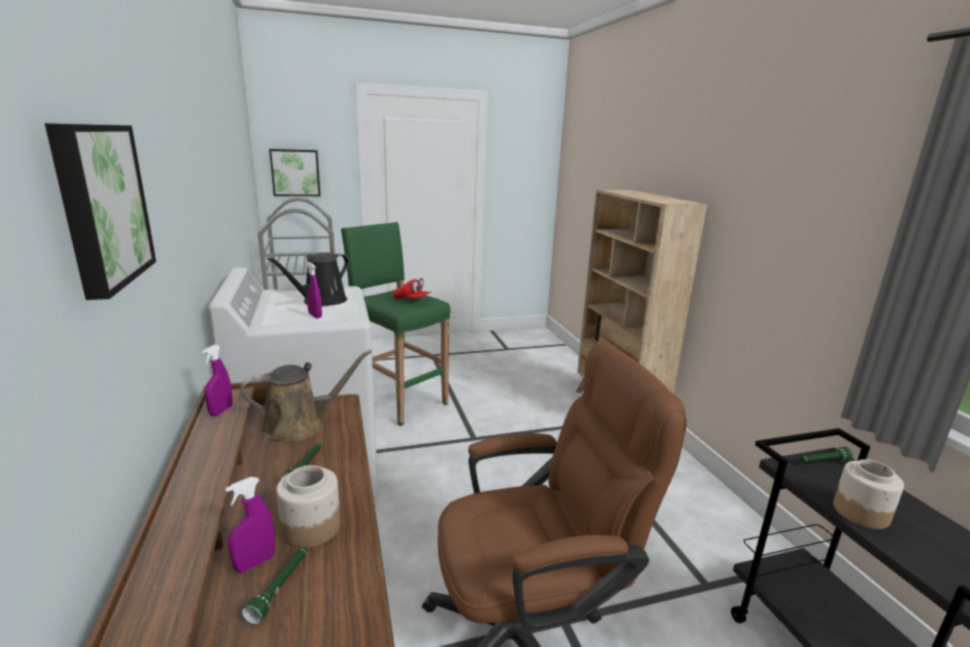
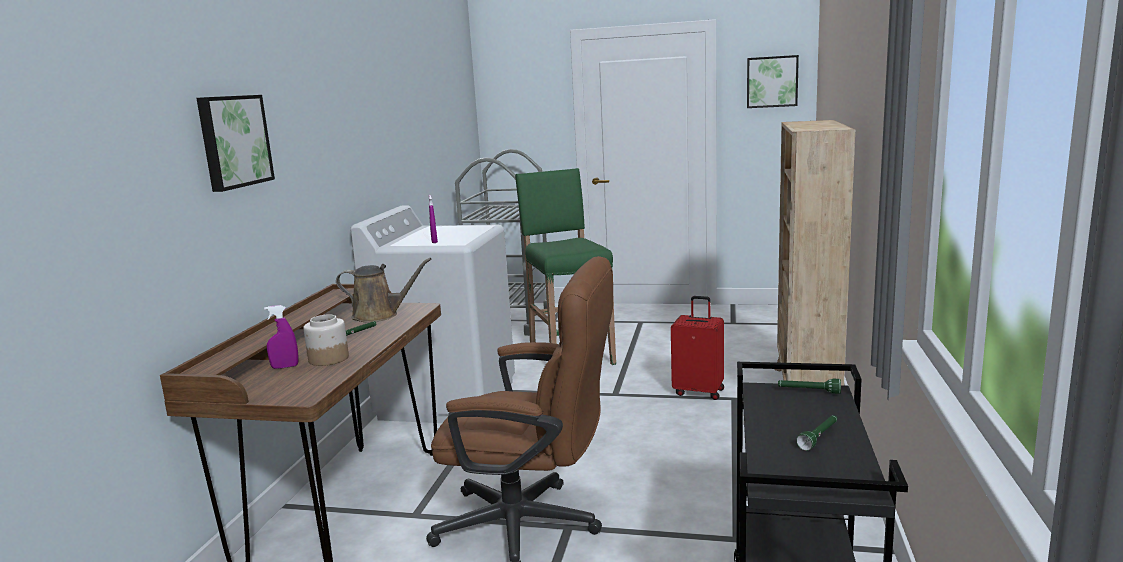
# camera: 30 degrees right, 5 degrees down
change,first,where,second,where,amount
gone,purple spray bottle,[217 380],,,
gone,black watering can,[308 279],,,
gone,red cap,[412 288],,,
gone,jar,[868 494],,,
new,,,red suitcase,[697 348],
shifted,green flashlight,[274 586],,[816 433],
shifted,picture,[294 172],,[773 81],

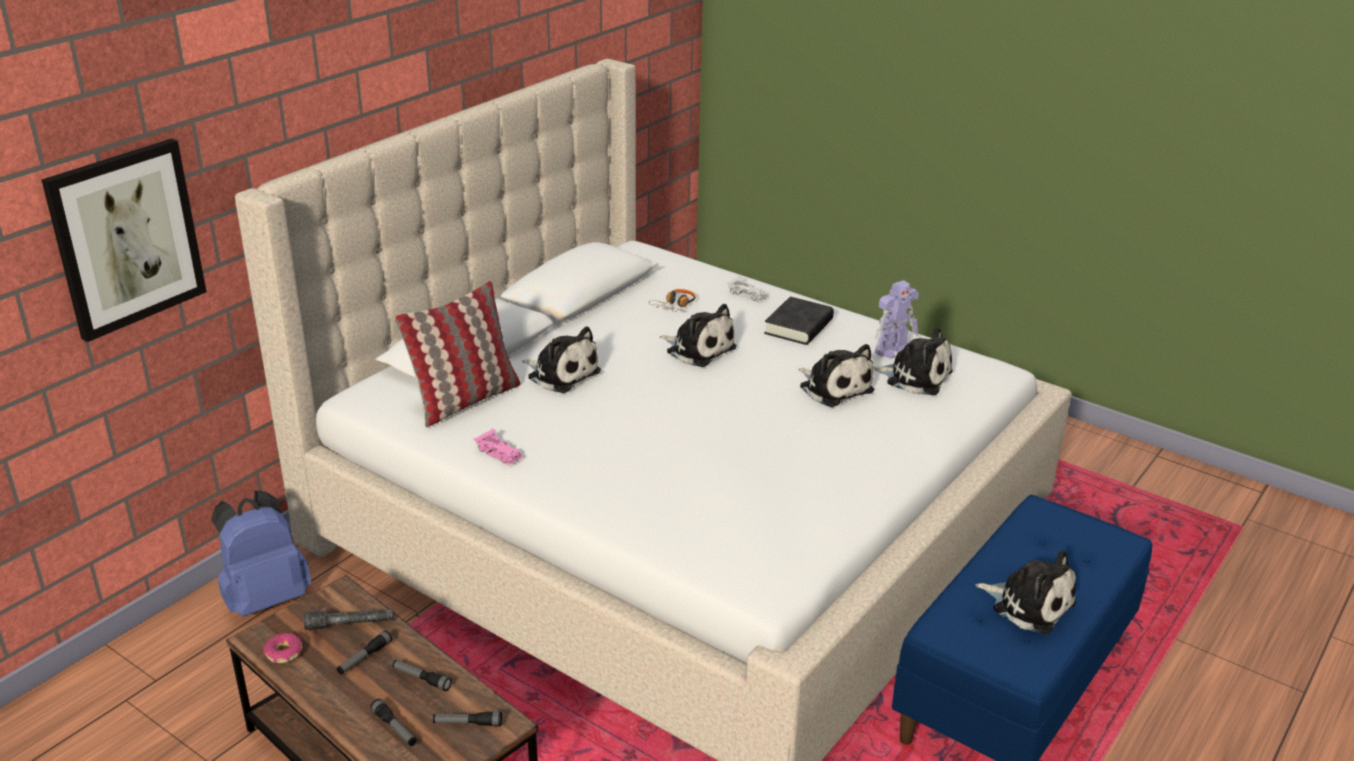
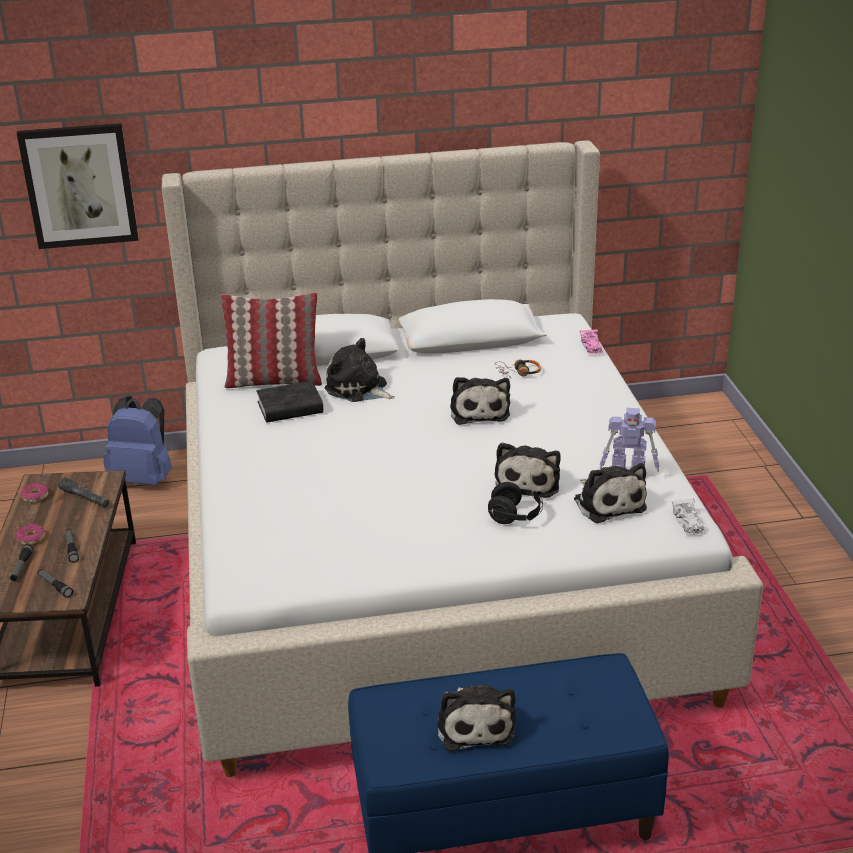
# camera: 45 degrees right, 0 degrees up
change,first,where,second,where,amount
gone,flashlight,[364 652],,,
new,,,donut,[30 534],
new,,,black headphones,[515 503],
shifted,pink toy car,[499 447],,[591 341],
shifted,white toy car,[747 289],,[688 516],
shifted,black book,[799 321],,[290 402],
rotated,plush toy,[561 359],,[360 370],135 degrees clockwise

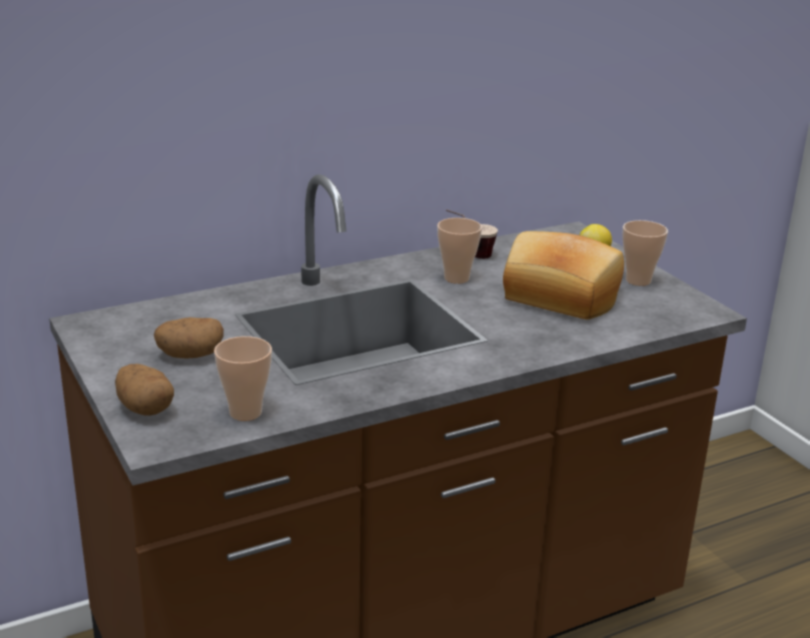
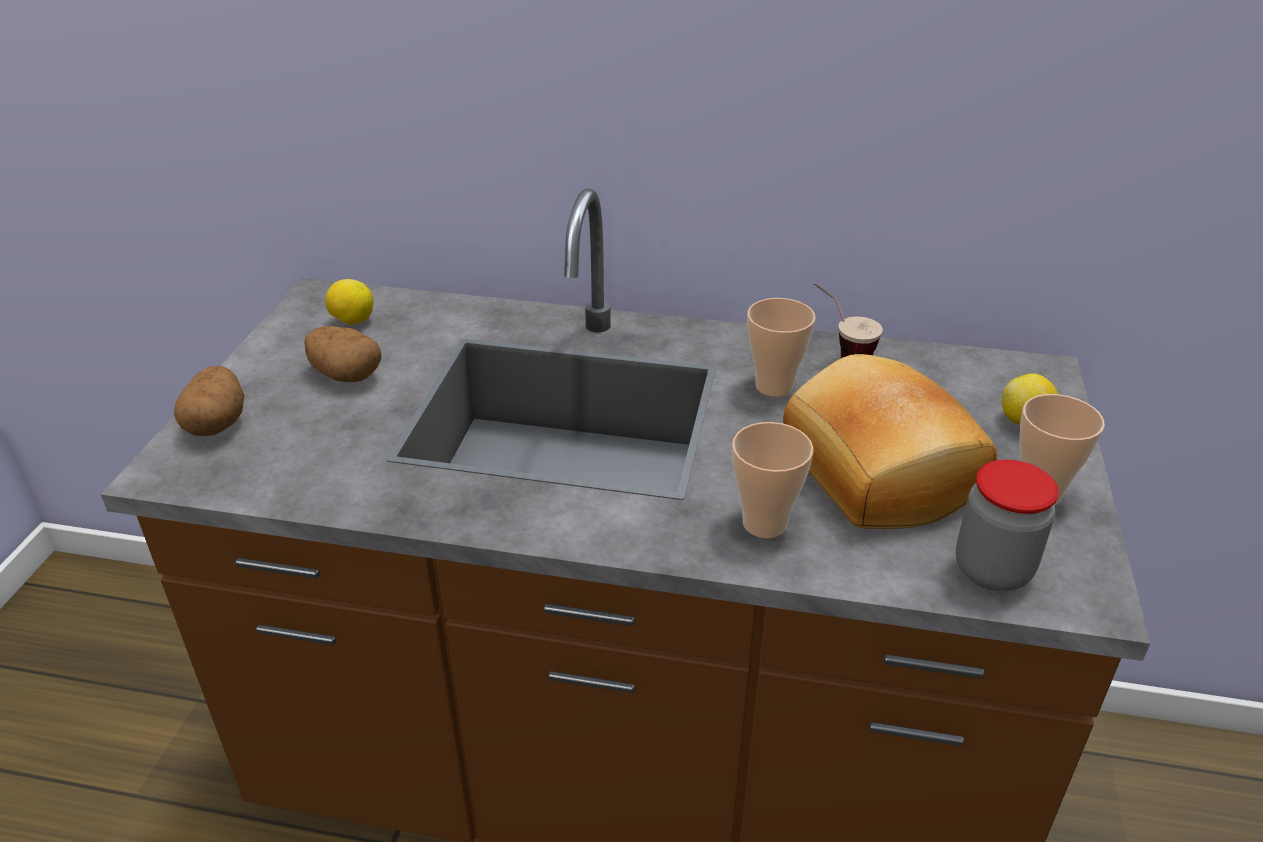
# camera: 40 degrees right, 10 degrees up
change,first,where,second,where,amount
new,,,lemon,[349 302],
new,,,jar,[1007 525],
shifted,cup,[243 378],,[773 480],

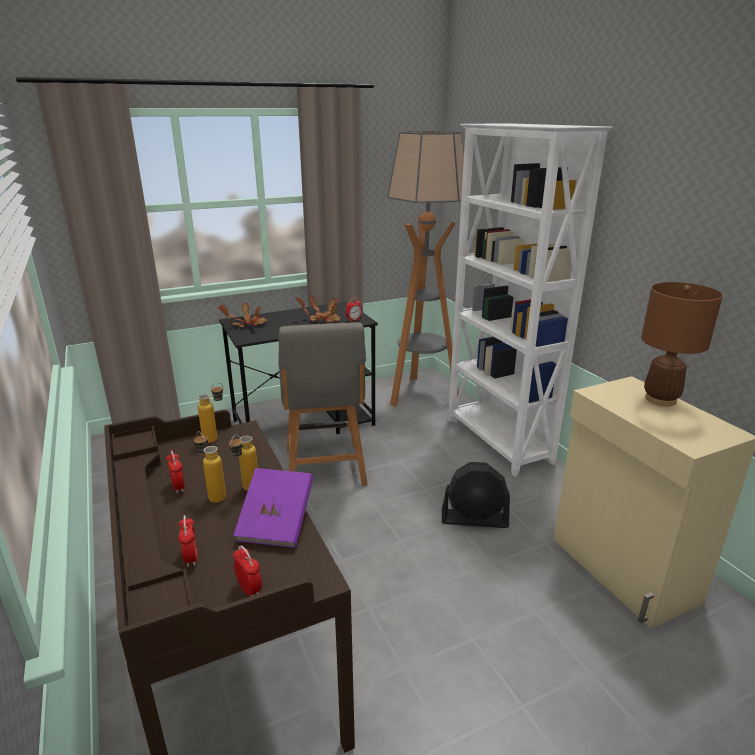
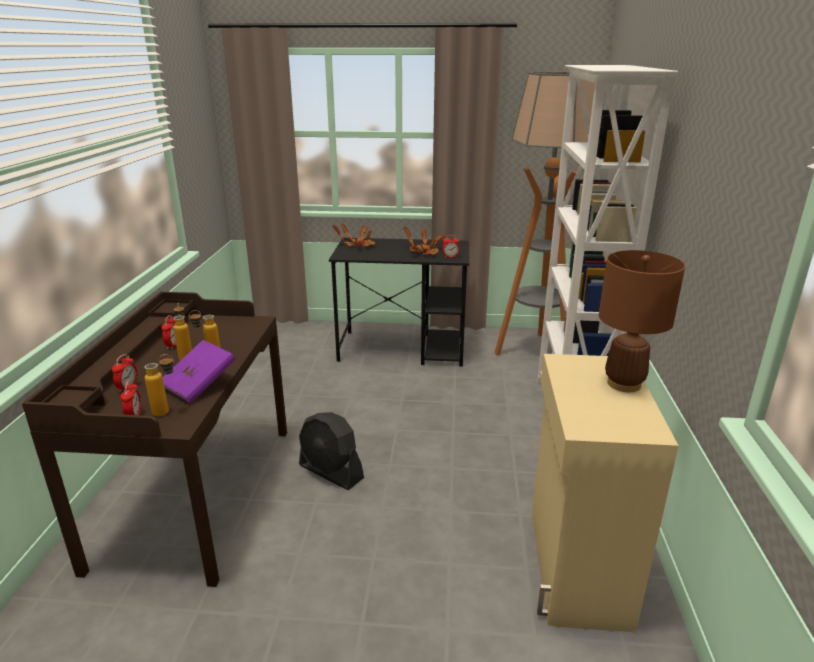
# camera: 30 degrees right, 0 degrees up
change,first,where,second,where,amount
gone,grey chair,[323 404],,,
shifted,bottle,[210 413],,[159 385],
shifted,black fan,[476 495],,[331 451],

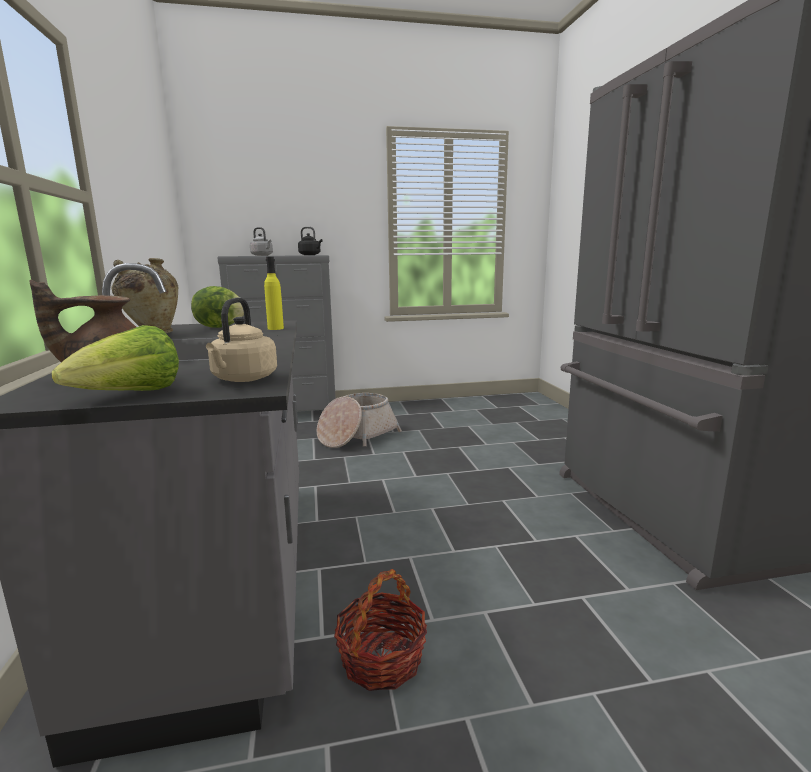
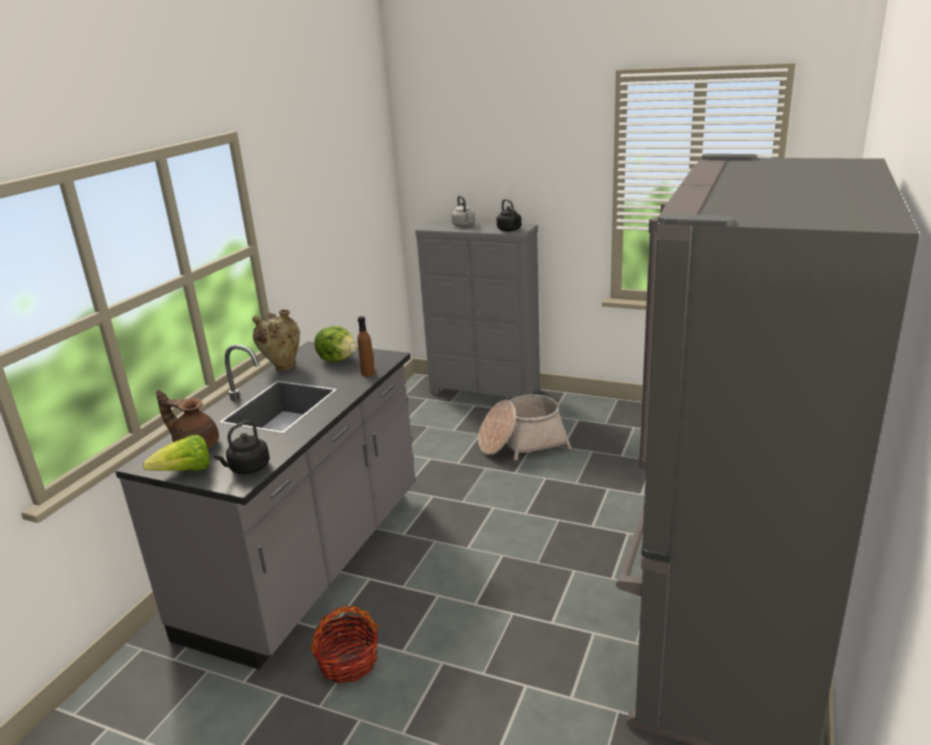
# camera: 35 degrees right, 10 degrees up
change,first,where,second,where,amount
repainted,beige kettle,[241 340],black kettle,[242 447],
repainted,yellow bottle,[274 293],brown bottle,[366 346],

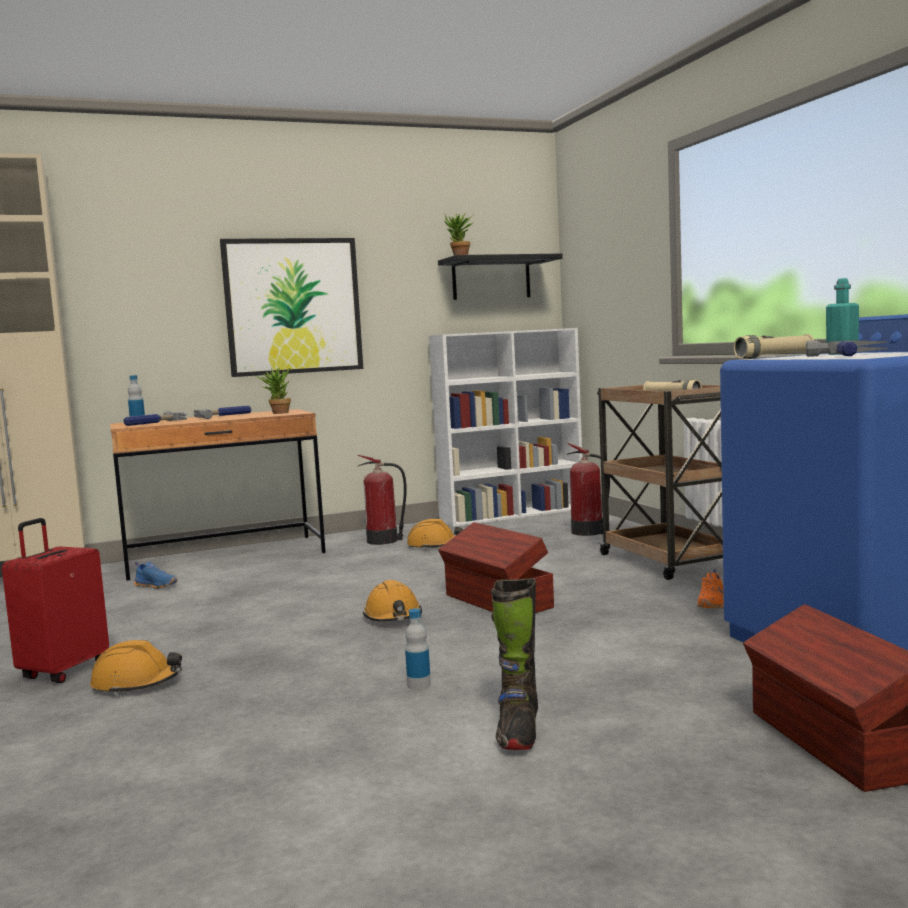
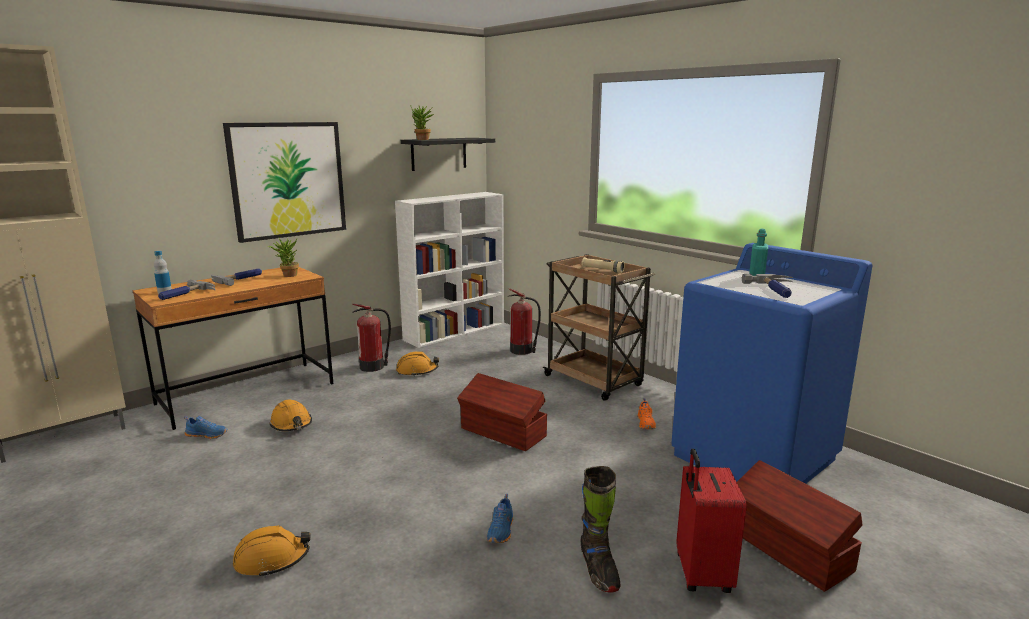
# camera: 20 degrees left, 10 degrees up
change,first,where,second,where,amount
gone,beige flashlight,[774 346],,,
shifted,red suitcase,[55 600],,[711 520],
shifted,orange hard hat,[392 601],,[290 415],
swapped,bottle,[418 649],blue shoe,[500 518],

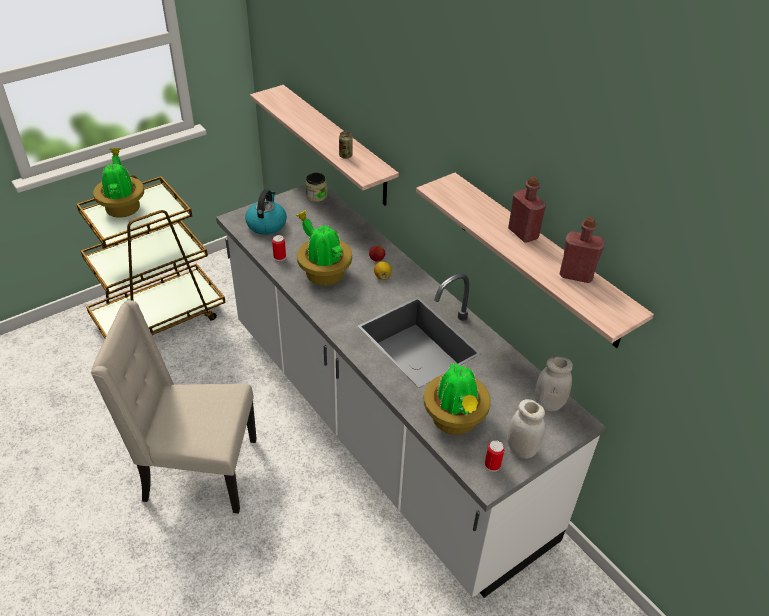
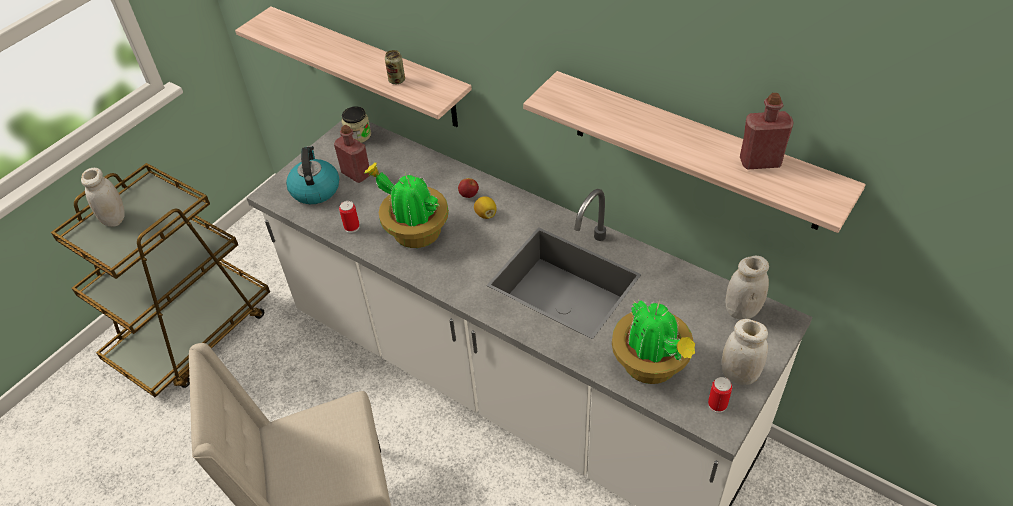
# camera: 15 degrees left, 5 degrees up
change,first,where,second,where,amount
shifted,red bottle,[527 210],,[352 154],
swapped,potted plant,[118 183],white jar,[103 197],

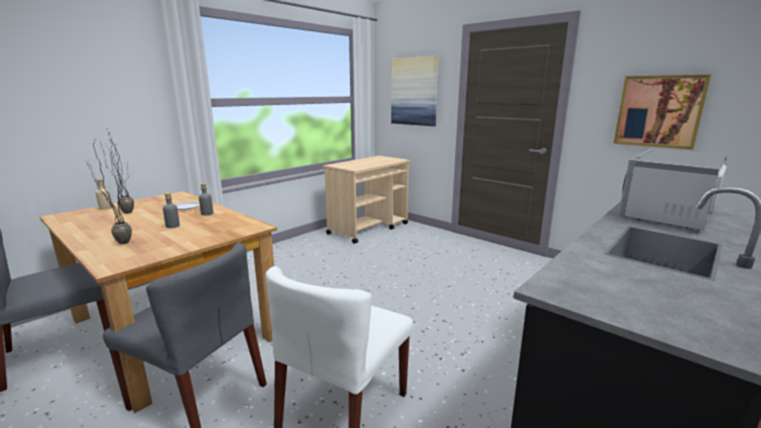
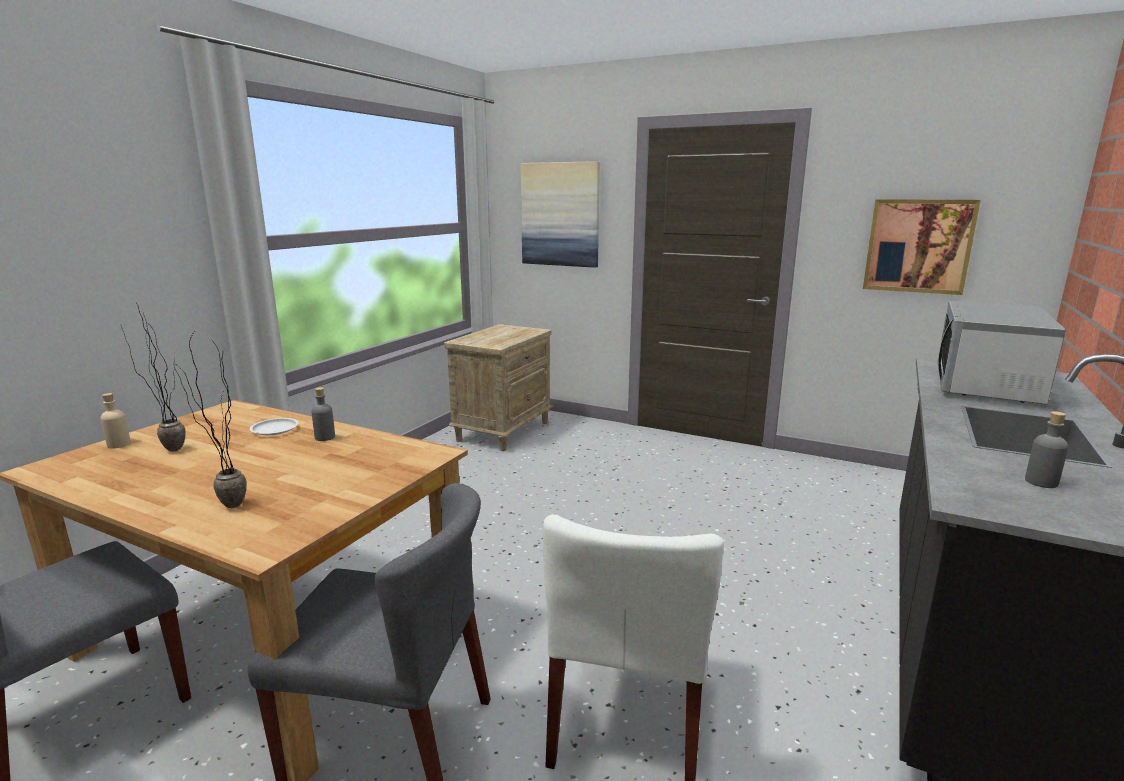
# camera: 15 degrees left, 0 degrees up
change,first,where,second,where,amount
shifted,grey bottle,[171 210],,[1046 449],
swapped,beige cart,[367 200],beige nightstand,[498 387],

